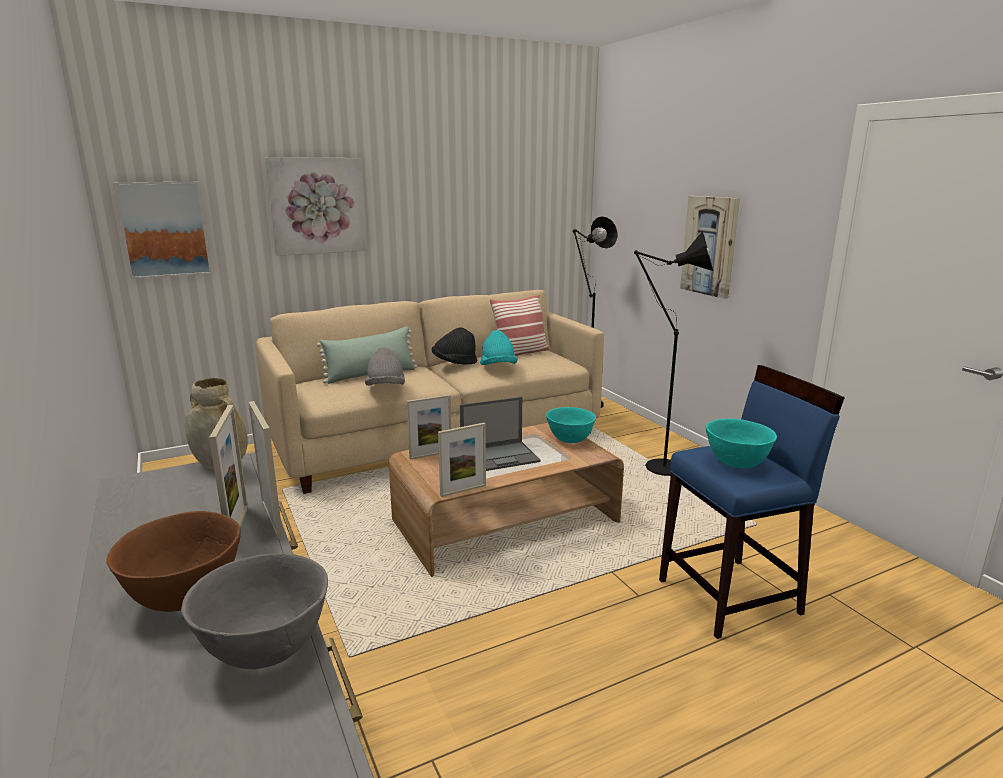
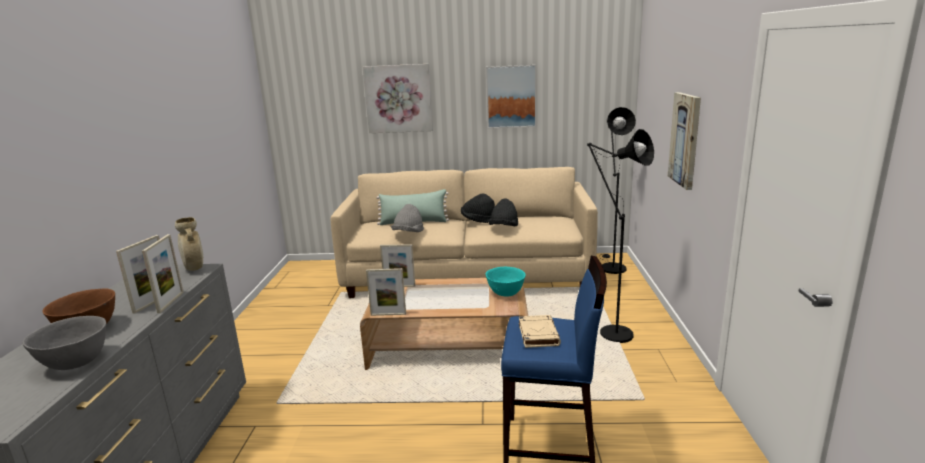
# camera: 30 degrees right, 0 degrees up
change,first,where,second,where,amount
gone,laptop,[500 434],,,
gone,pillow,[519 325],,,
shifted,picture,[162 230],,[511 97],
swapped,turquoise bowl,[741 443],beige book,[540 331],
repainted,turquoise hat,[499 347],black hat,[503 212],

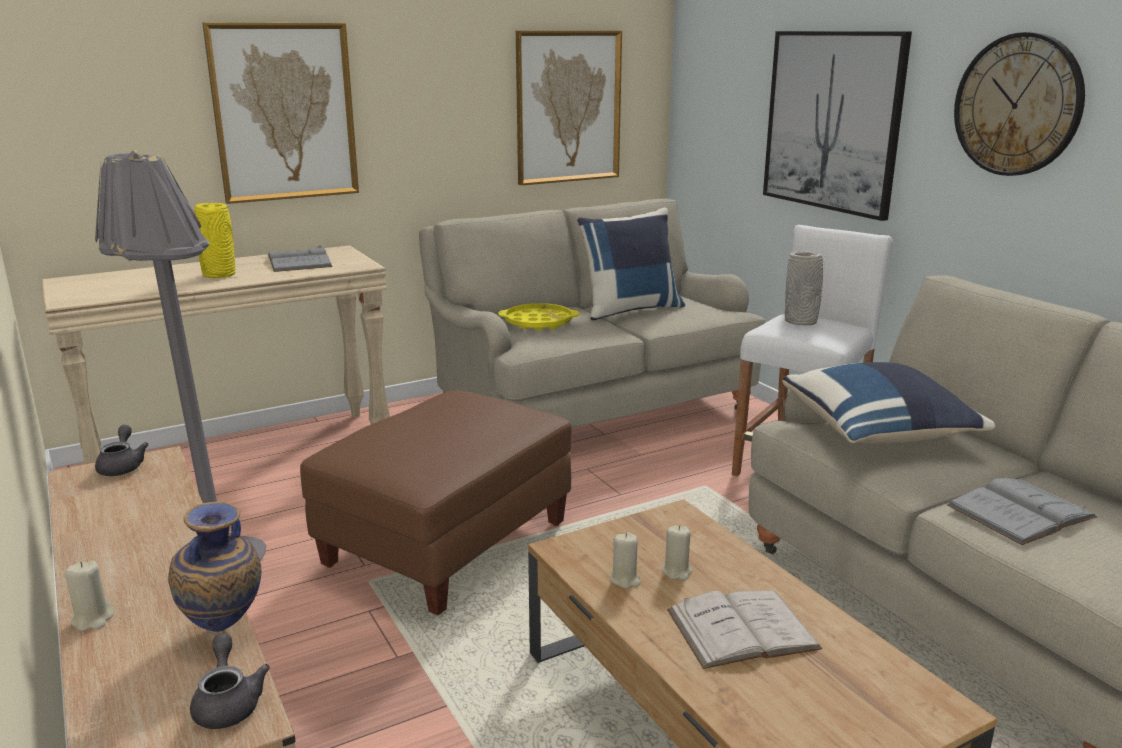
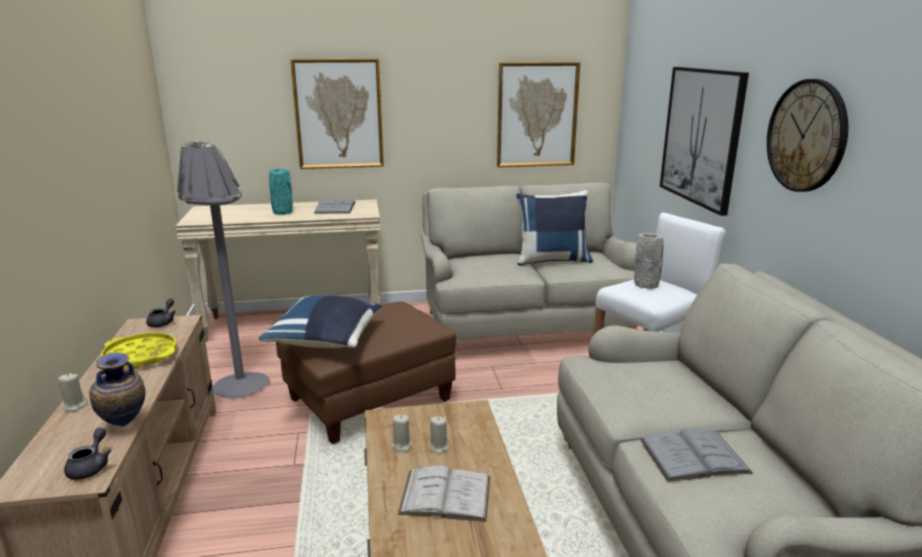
# camera: 20 degrees right, 0 degrees up
change,first,where,second,where,amount
shifted,yellow tray,[538 317],,[139 350],
shifted,blue pillow,[888 403],,[320 321],
repainted,yellow vase,[215 240],turquoise vase,[281 192],

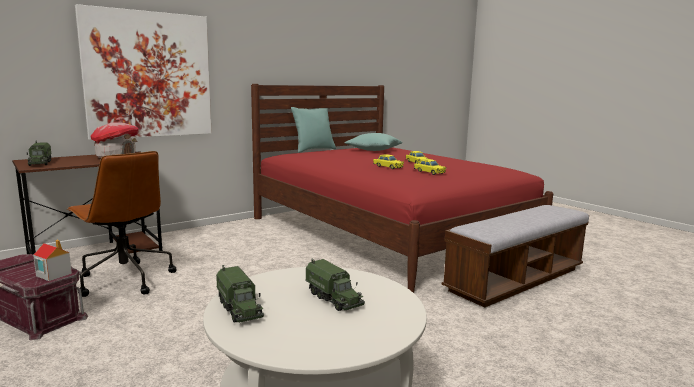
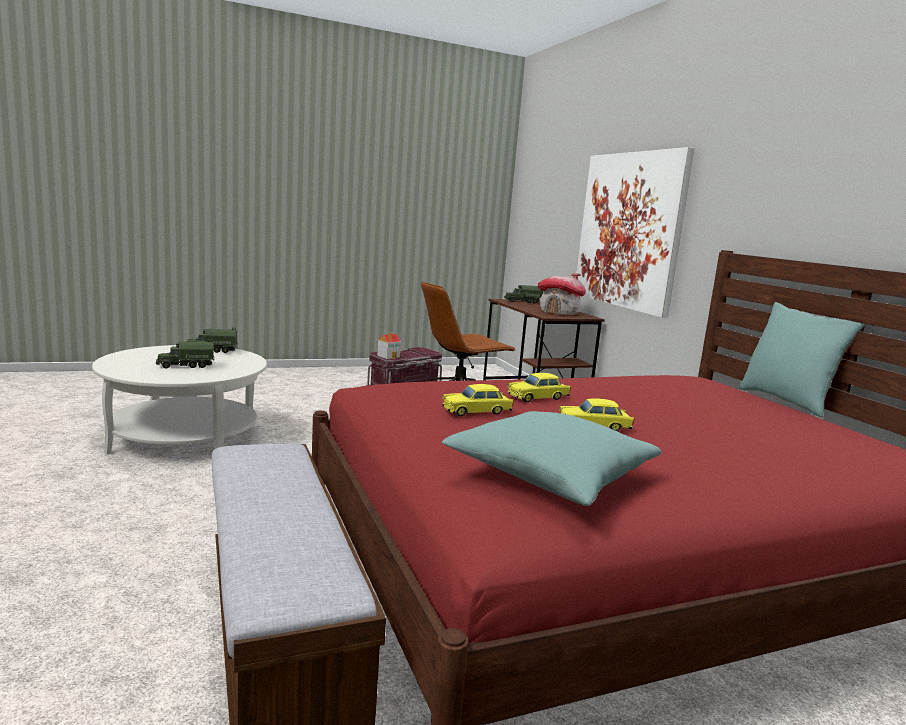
# camera: 105 degrees right, 0 degrees up
change,first,where,second,where,amount
shifted,turquoise pillow,[373 142],,[551 458],

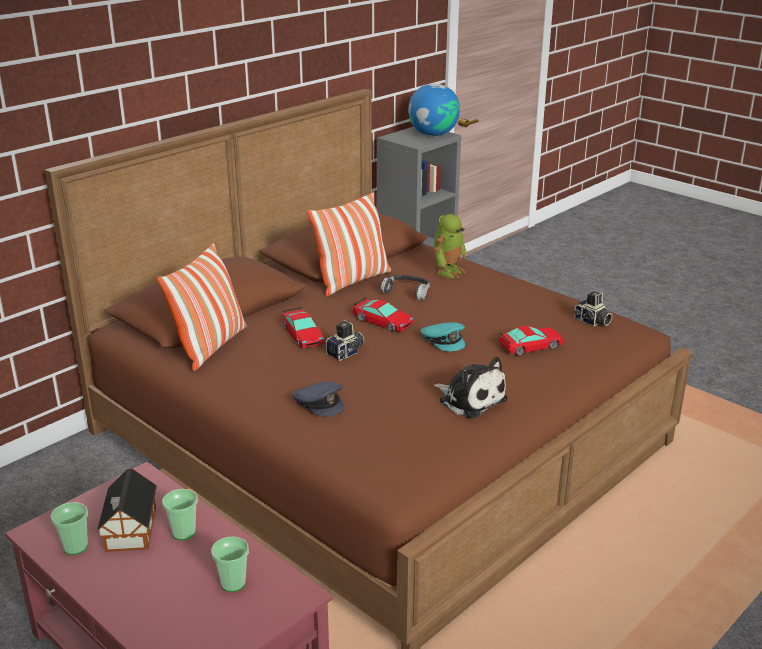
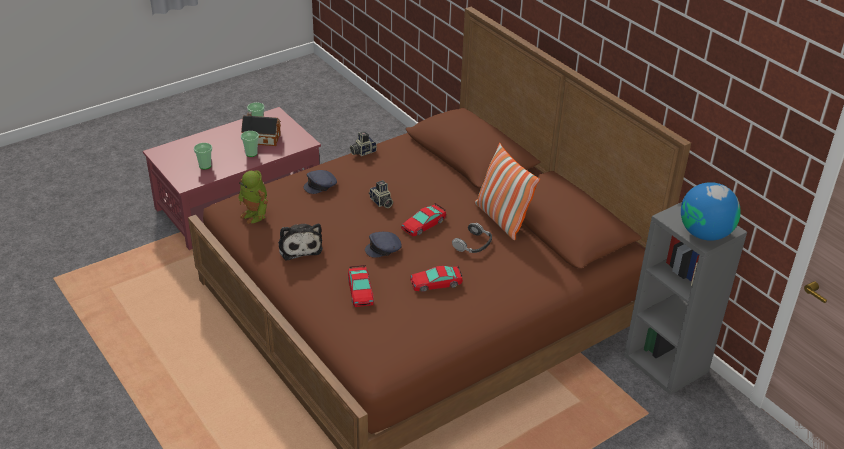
# camera: 100 degrees right, 10 degrees up
change,first,where,second,where,amount
gone,pillow,[202 307],,,
shifted,toy car,[303 327],,[436 279],
shifted,toy robot,[450 246],,[253 197],
shifted,photo camera,[592 308],,[363 143],
repainted,turquoise cap,[442 337],grey cap,[383 244],
rotated,plush toy,[471 388],,[300 242],75 degrees counterclockwise

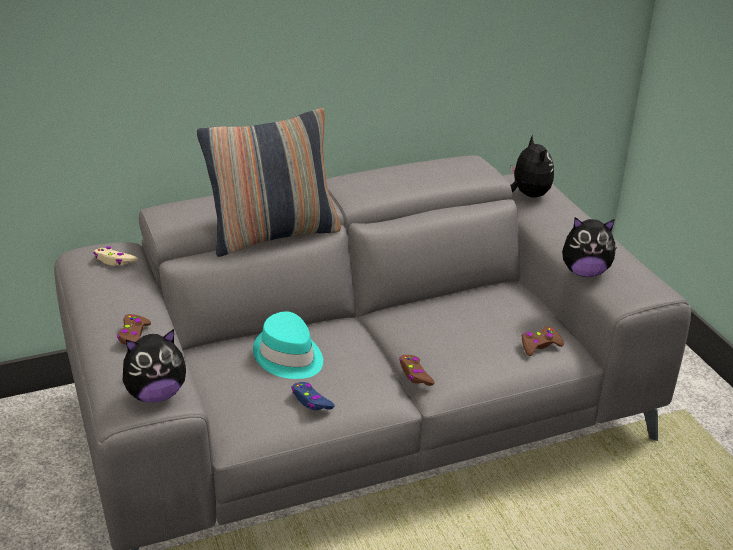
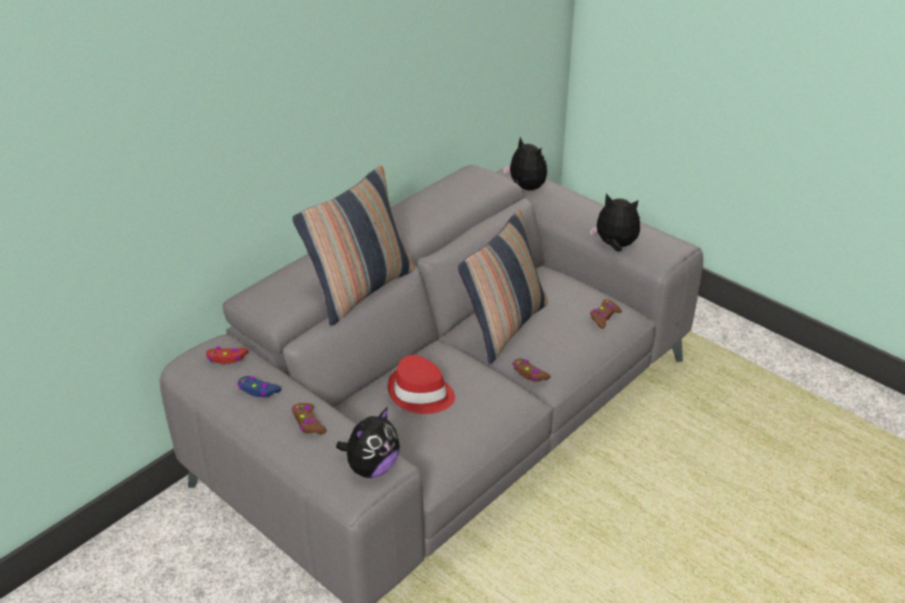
# camera: 25 degrees left, 5 degrees up
change,first,where,second,where,amount
new,,,pillow,[503 286],
shifted,blue game controller,[312 396],,[259 387],
repainted,beige game controller,[116 256],red game controller,[227 355],
repainted,turquoise hat,[288 345],red hat,[421 384],
rotated,plush toy,[589 247],,[615 222],135 degrees counterclockwise

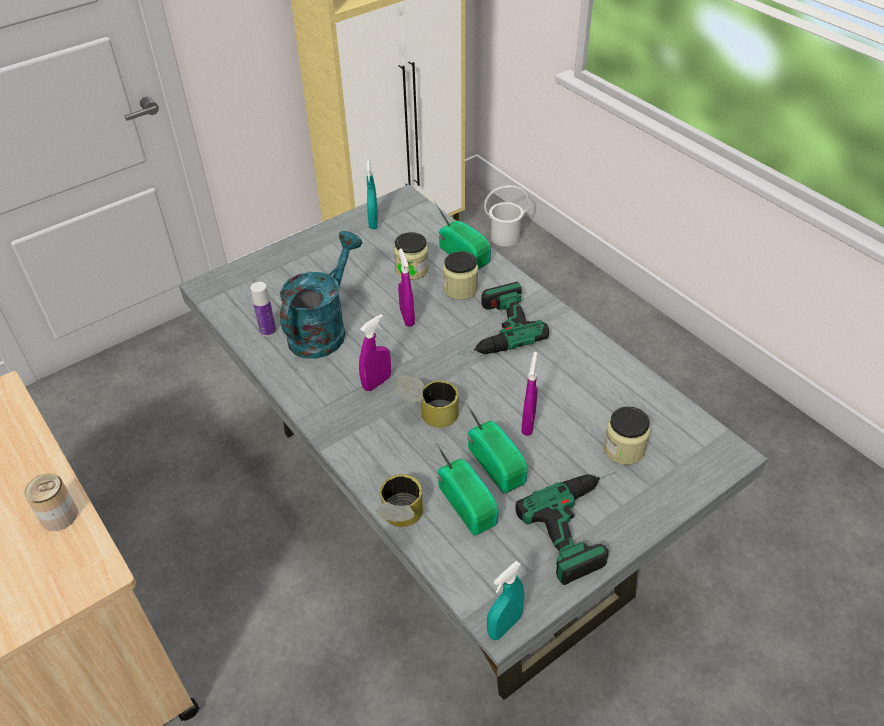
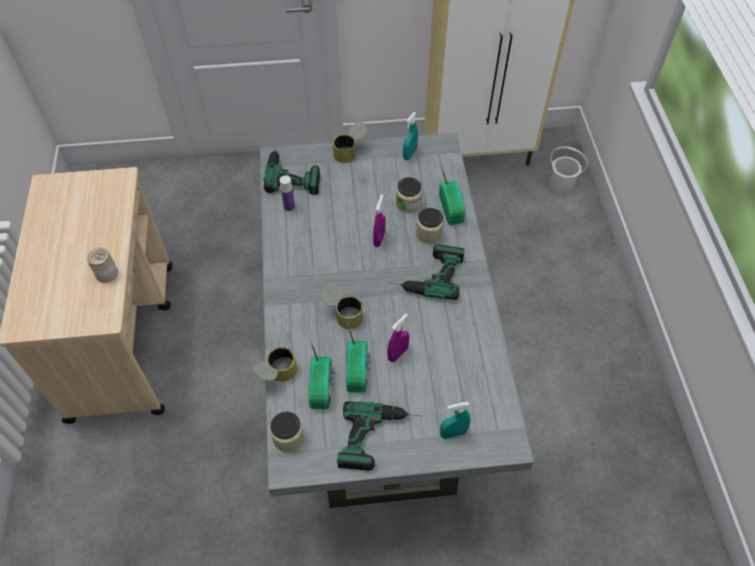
# camera: 30 degrees right, 10 degrees up
change,first,where,second,where,amount
gone,turquoise watering can,[321 295],,,
gone,purple spray bottle,[375 352],,,
new,,,power drill,[291 169],
new,,,can,[349 142],
shifted,turquoise spray bottle,[506 600],,[455 420],
shifted,jar,[626 435],,[287 431],

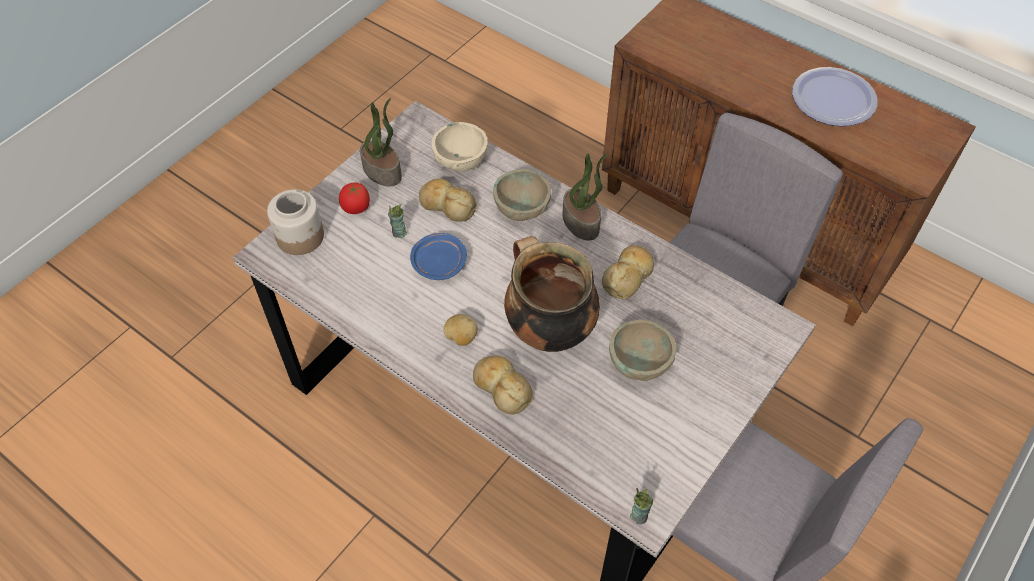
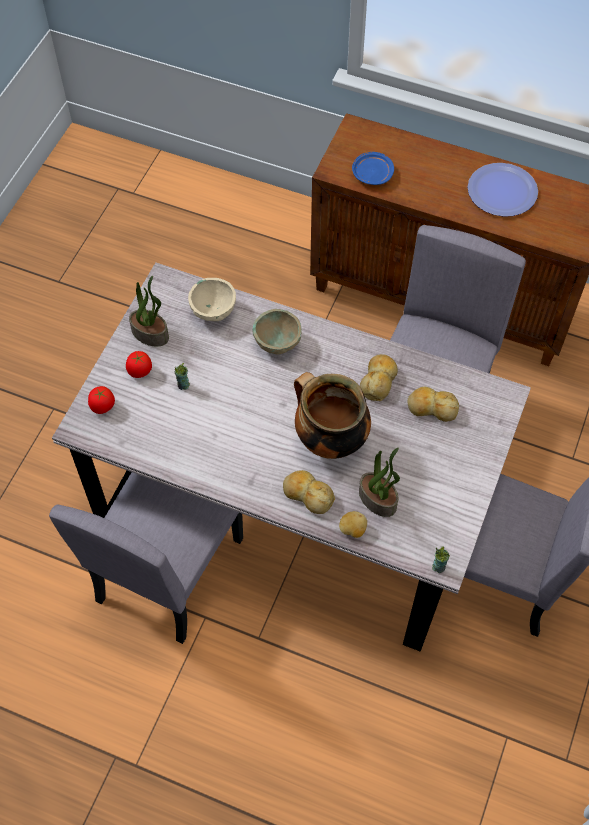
# camera: 15 degrees left, 5 degrees up
change,first,where,second,where,amount
gone,beige bowl,[643 350],,,
new,,,grey chair,[146 558],
shifted,blue plate,[438 256],,[373 168],
shifted,bread,[448 200],,[433 404],
shifted,potato,[460 330],,[353 524],
shifted,potted plant,[585 197],,[379 482],
swapped,jar,[295 222],tomato,[101 400],

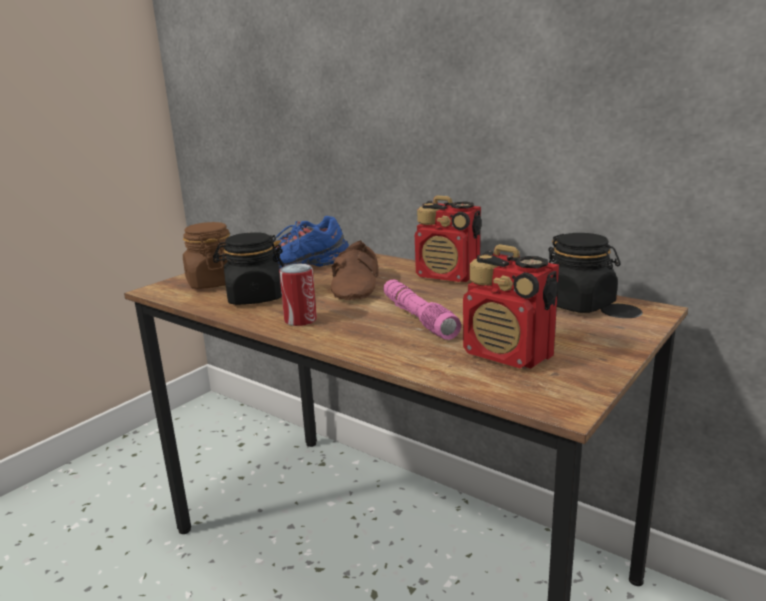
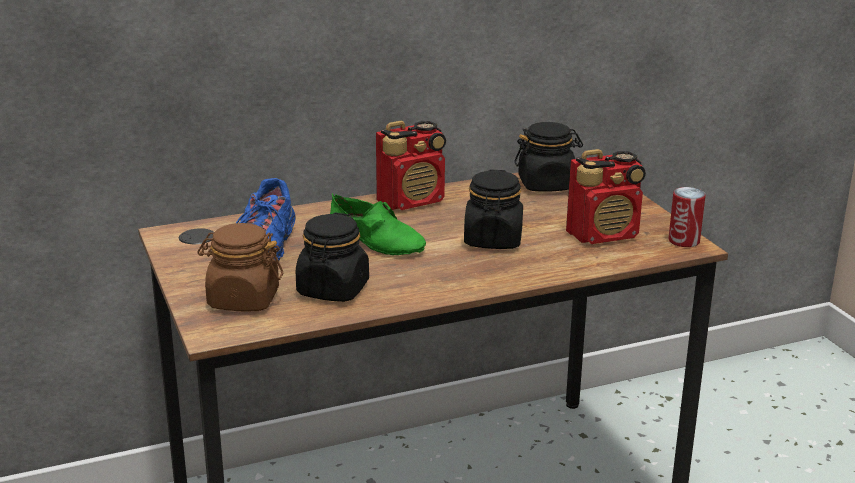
# camera: 60 degrees left, 5 degrees up
change,first,where,second,where,amount
shifted,can,[298 295],,[687 217],
swapped,pink flashlight,[422 309],black jar,[493 209],
repainted,brown shoe,[355 270],green shoe,[378 224],

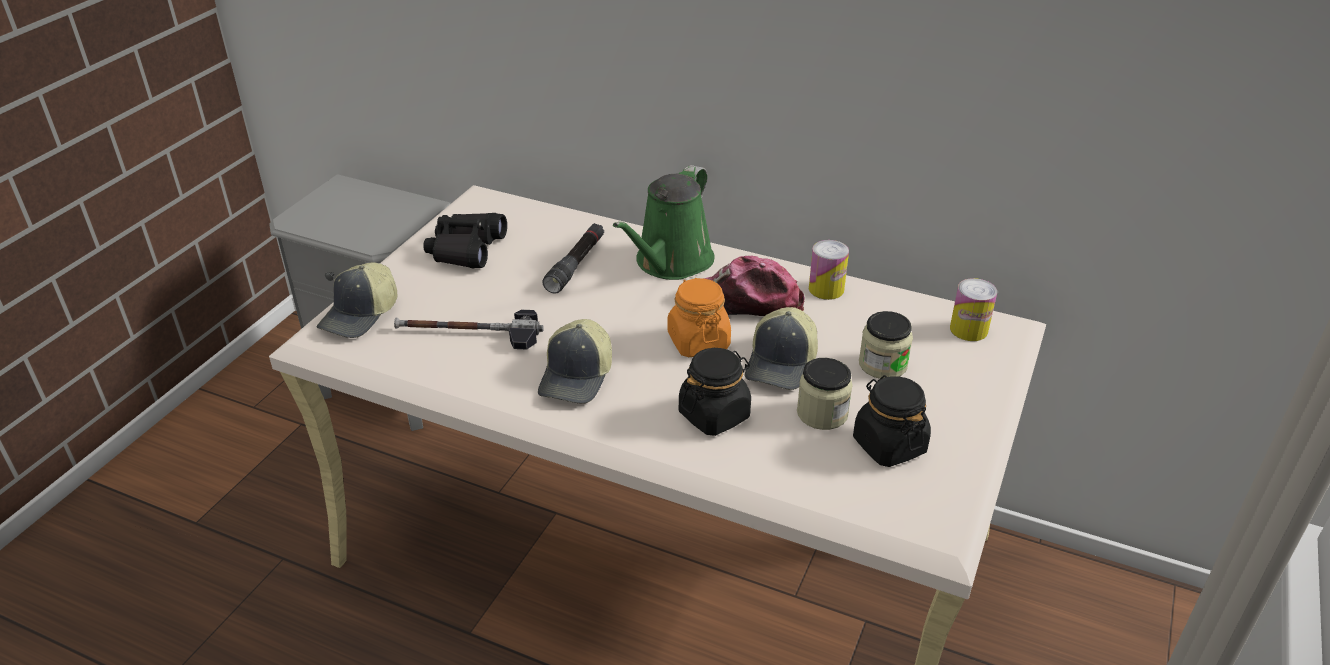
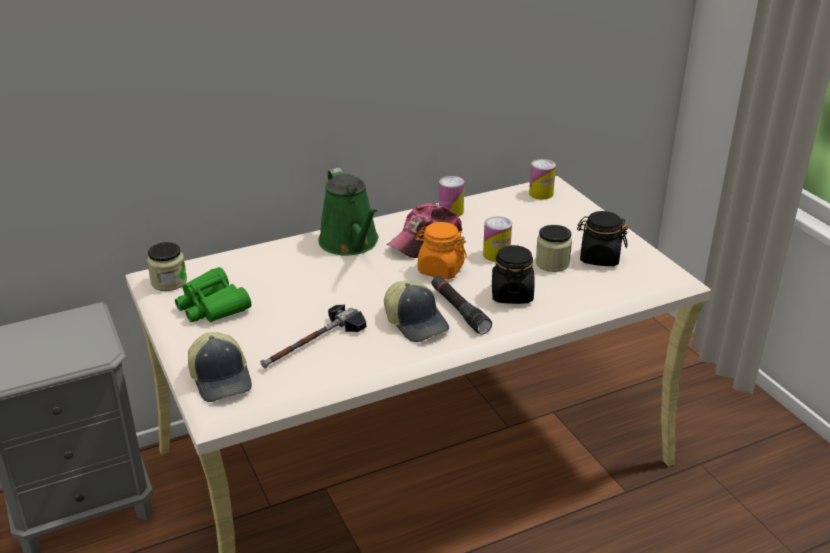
# camera: 50 degrees left, 5 degrees down
change,first,where,second,where,amount
shifted,black flashlight,[573 258],,[461 305],
shifted,jar,[886 345],,[167 266],
swapped,cap,[781 348],can,[497 239],
repainted,black binoculars,[465 240],green binoculars,[213 294],

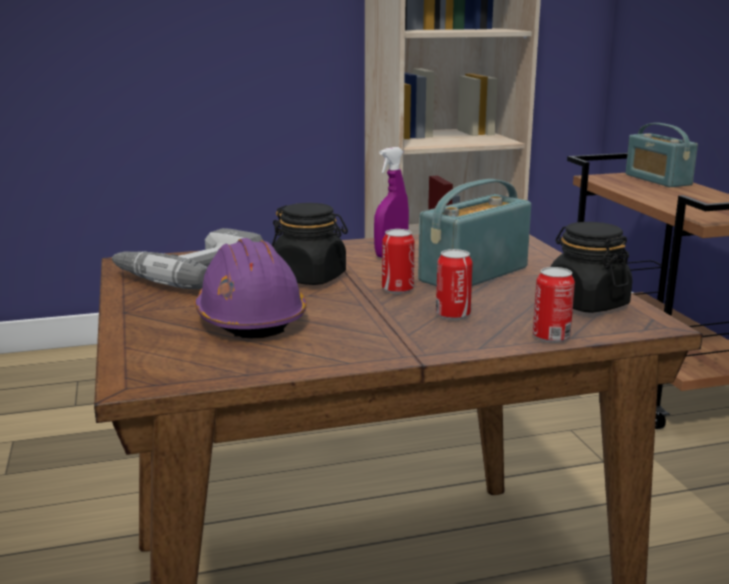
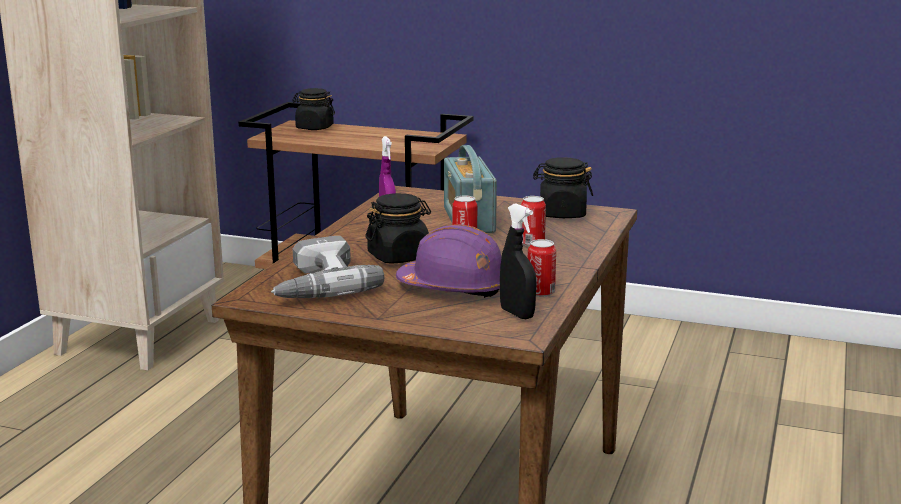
# camera: 55 degrees left, 0 degrees up
change,first,where,second,where,amount
new,,,black spray bottle,[518 261],
shifted,can,[554 305],,[542 268],
swapped,radio,[661 155],black jar,[313 109],

